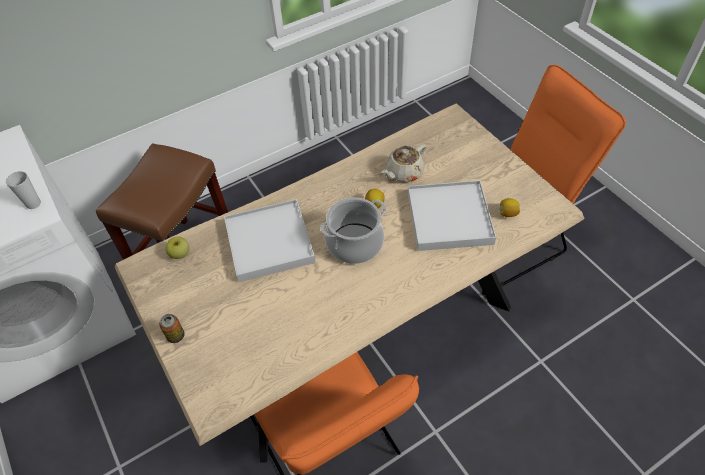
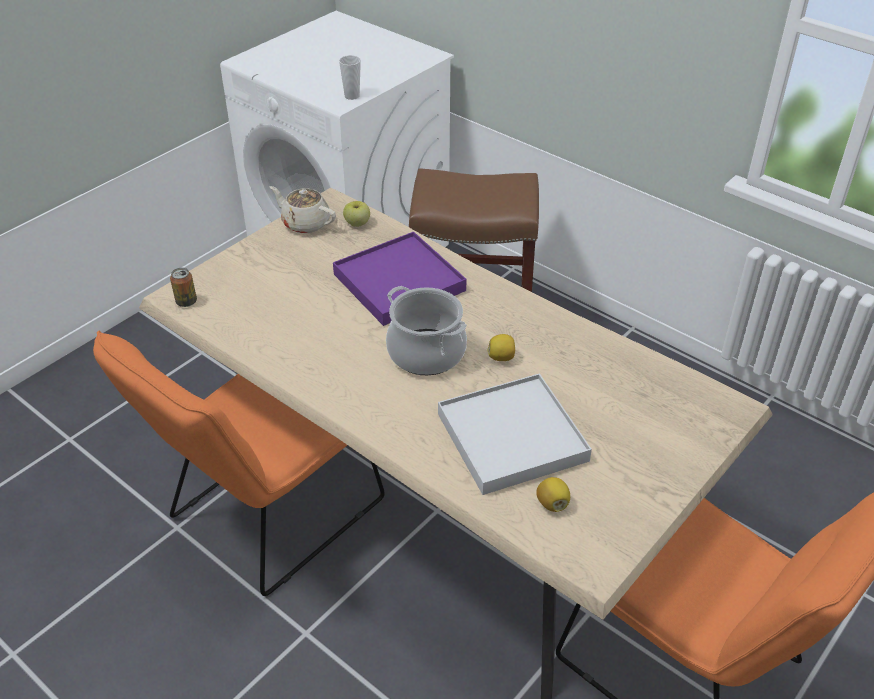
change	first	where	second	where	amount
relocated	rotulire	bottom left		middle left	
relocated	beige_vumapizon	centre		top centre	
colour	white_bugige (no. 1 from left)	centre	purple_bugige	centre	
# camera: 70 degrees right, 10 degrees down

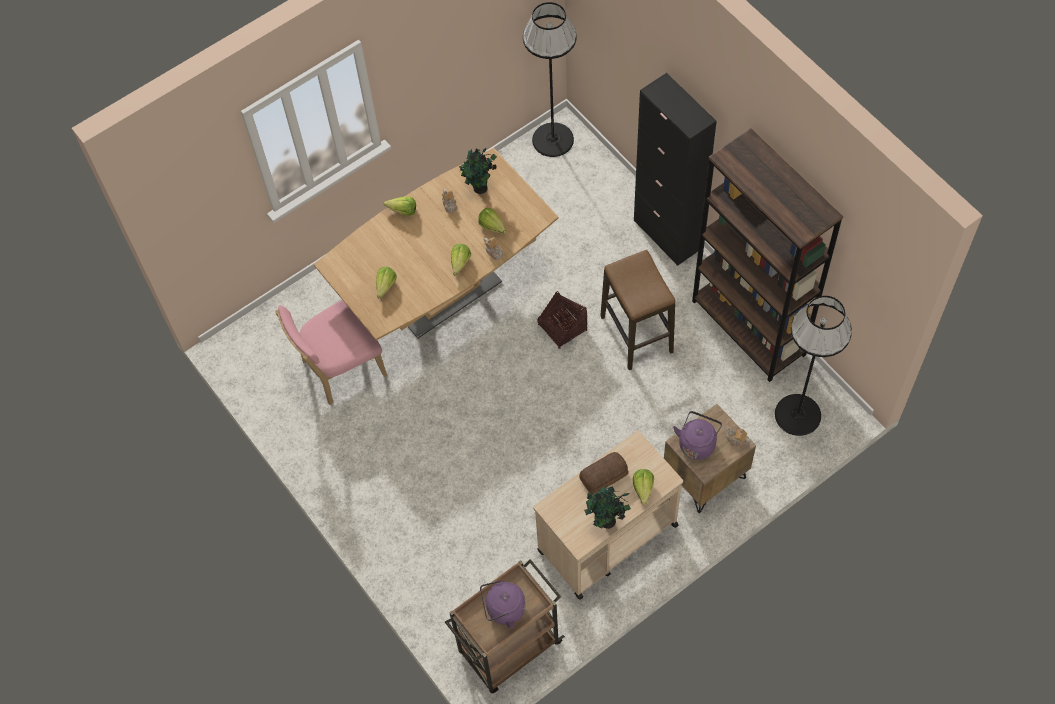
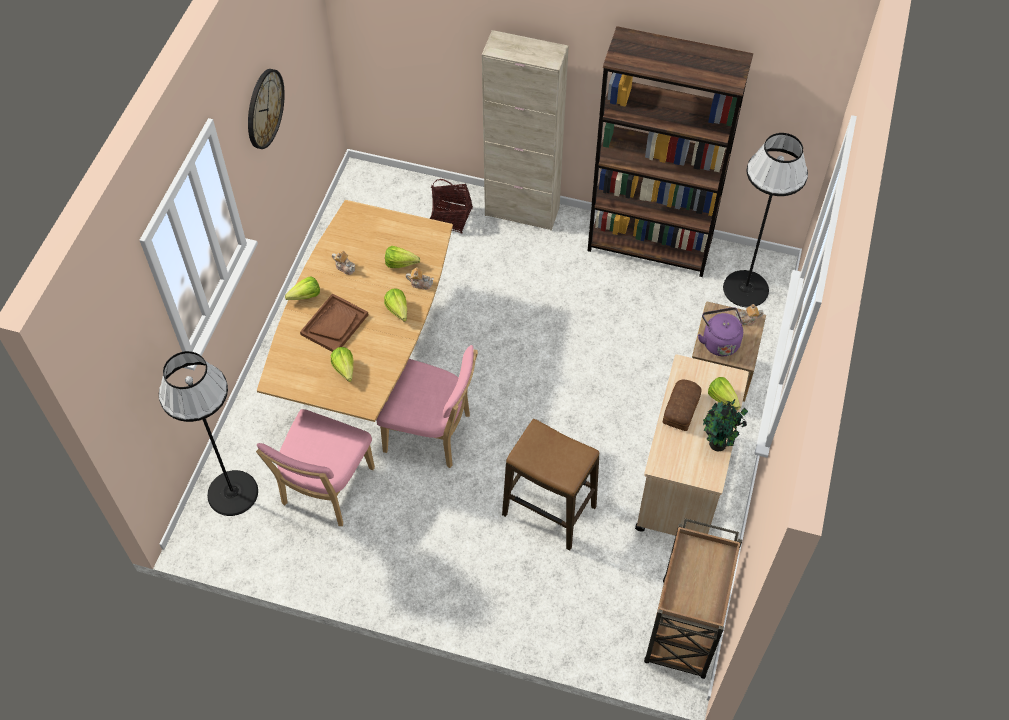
change	first	where	second	where	amount
relocated	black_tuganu (no. 1 from left)	top centre		middle left	
appeared			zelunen	top left	
appeared			brown_bugige	middle left	
appeared			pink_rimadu (no. 2 from left)	centre	
relocated	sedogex	centre		top centre	
colour	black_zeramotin	top centre	beige_zeramotin	top centre	
relocated	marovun	centre		bottom centre	
missing	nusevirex (no. 1 from left)	top centre			
missing	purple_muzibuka (no. 1 from left)	bottom centre			
# camera: 40 degrees left, 5 degrees down

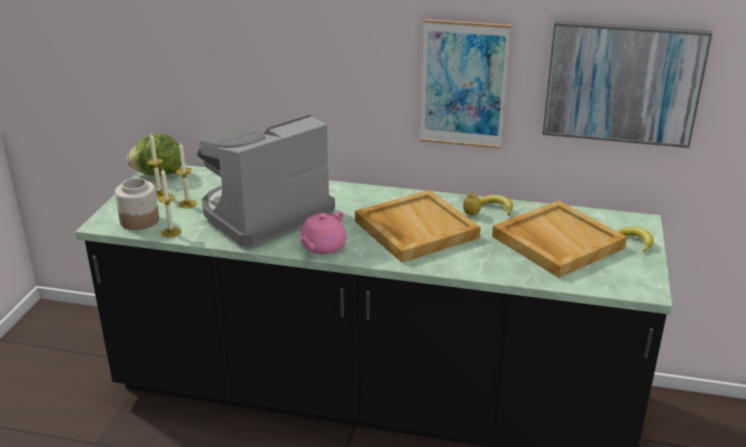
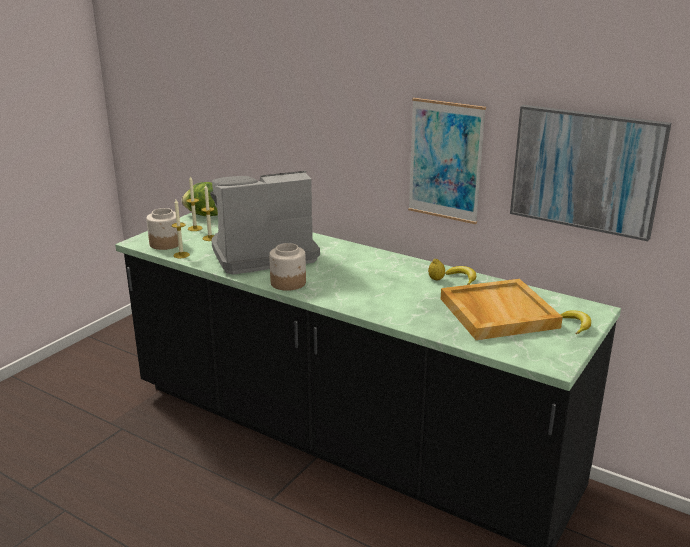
change	first	where	second	where	amount
exchanged	pink_vumapizon	centre	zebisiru (no. 2 from left)	centre	
missing	beige_bugige (no. 1 from left)	centre			
# camera: 20 degrees right, 5 degrees down

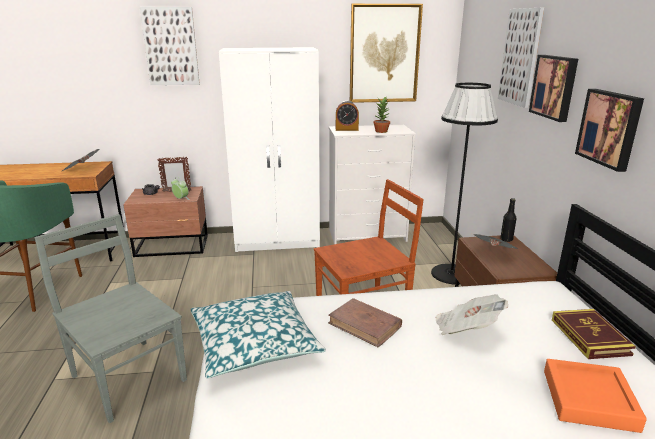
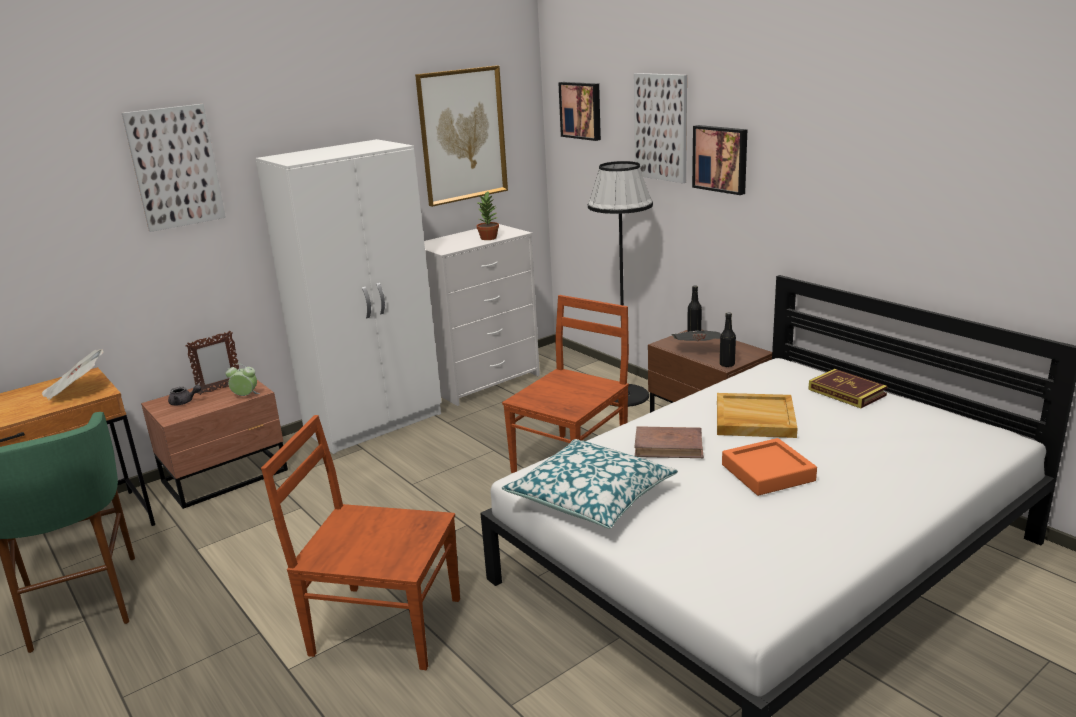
change	first	where	second	where	amount
colour	grey_rimadu	bottom left	brown_rimadu (no. 1 from left)	bottom centre	
relocated	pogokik (no. 5 from left in the first image)	top right	pogokik (no. 3 from left)	top centre	
exchanged	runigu (no. 2 from left)	bottom right	beige_bugige	middle right	
appeared			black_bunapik (no. 2 from left)	middle right	
relocated	orange_bugige	bottom right		middle right	
missing	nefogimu (no. 2 from left)	top centre			
# camera: 30 degrees left, 0 degrees up

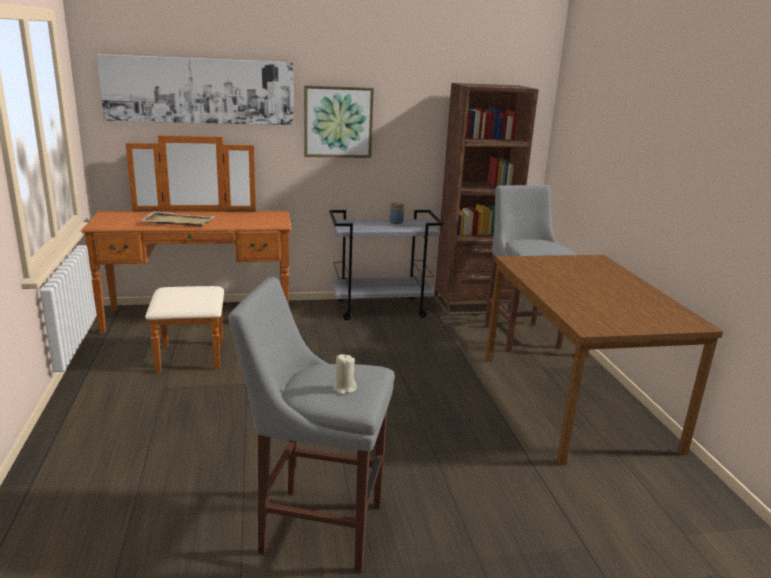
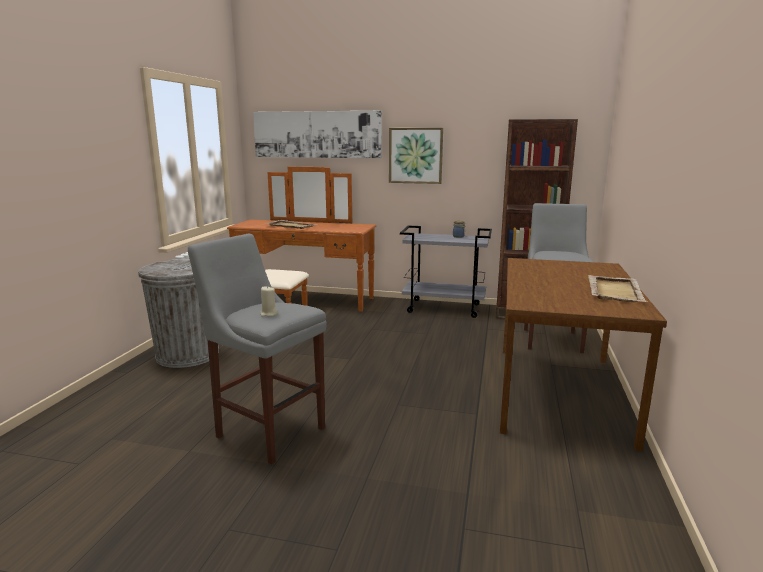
change	first	where	second	where	amount
appeared			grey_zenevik	middle left	
appeared			beige_bugige (no. 2 from left)	middle right	
# camera: 25 degrees right, 5 degrees down

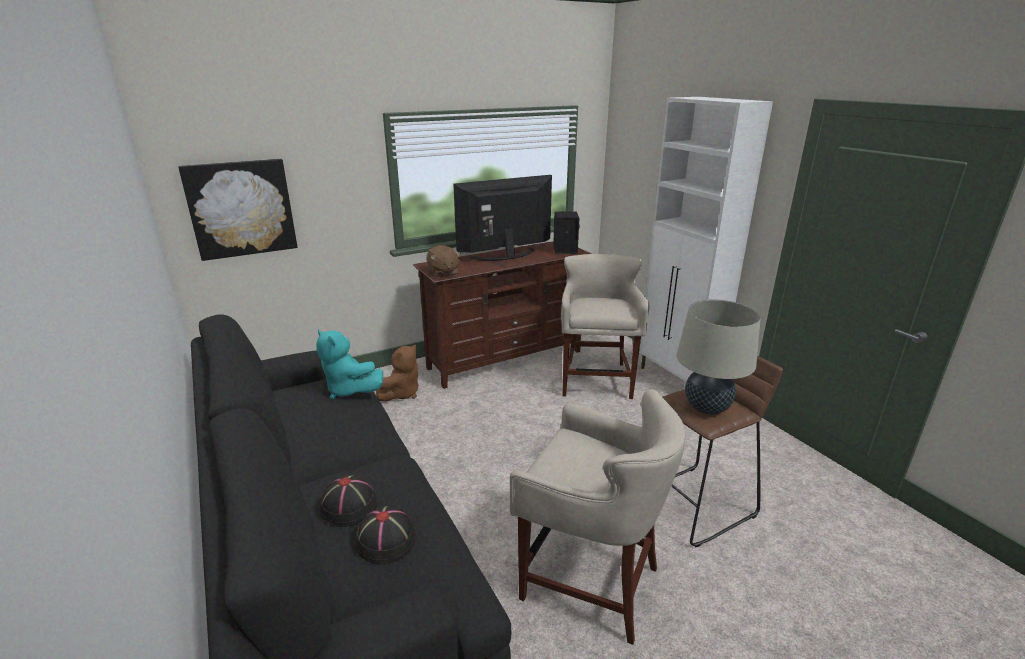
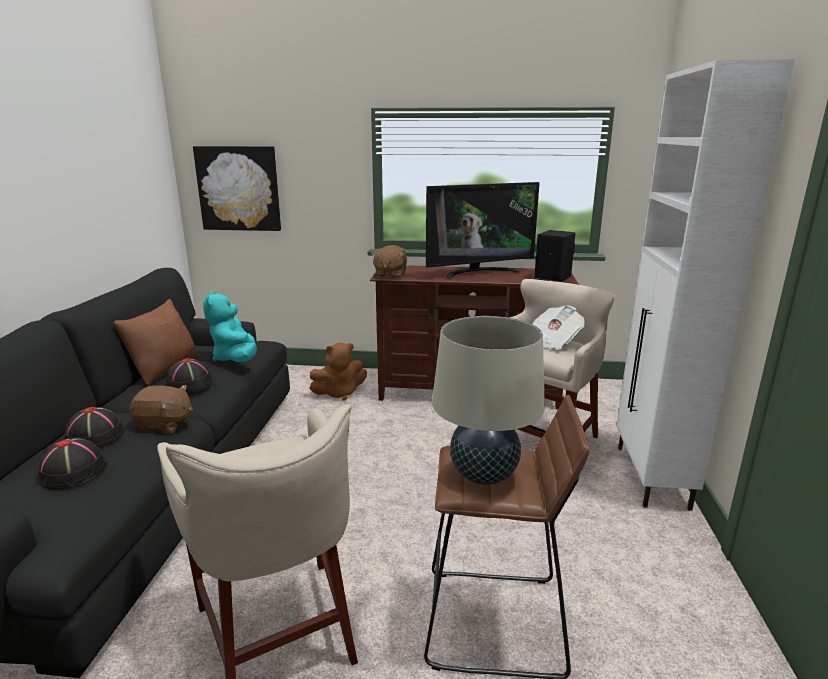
change	first	where	second	where	amount
appeared			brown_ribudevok	middle left	
appeared			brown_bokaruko (no. 1 from left)	middle left	
appeared			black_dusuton (no. 3 from left)	middle left	
spun	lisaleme	top centre		centre	150 degrees clockwise
appeared			runigu	middle right	
# camera: 35 degrees right, 5 degrees down

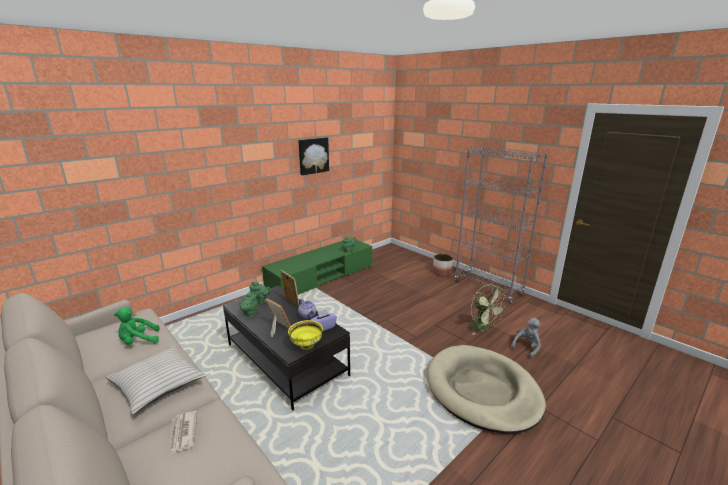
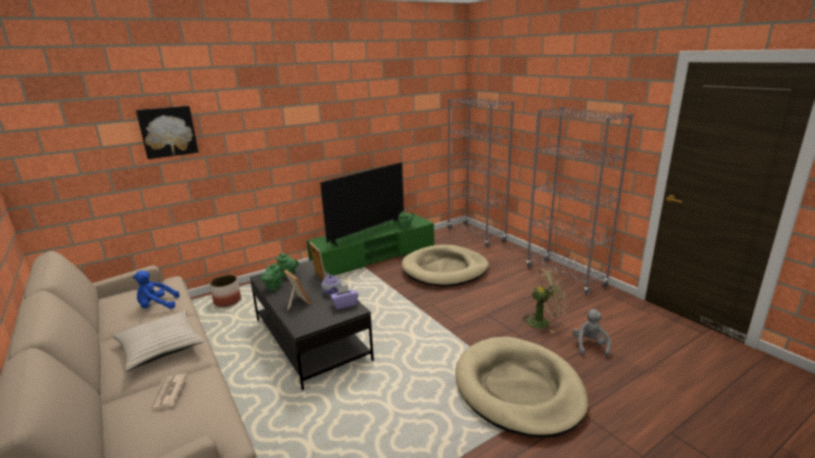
change	first	where	second	where	amount
colour	green_bokaruko	bottom left	blue_bokaruko	middle left	
relocated	pogokik	top centre		top left	
relocated	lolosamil	centre		middle left	
appeared			lisaleme	centre	
appeared			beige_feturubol (no. 1 from left)	centre	
appeared			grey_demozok (no. 1 from left)	centre	
spun	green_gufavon	middle right		centre	75 degrees counterclockwise
spun	grey_bokaruko	bottom right		bottom right	45 degrees counterclockwise
missing	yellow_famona	bottom centre			
# camera: 10 degrees right, 0 degrees up

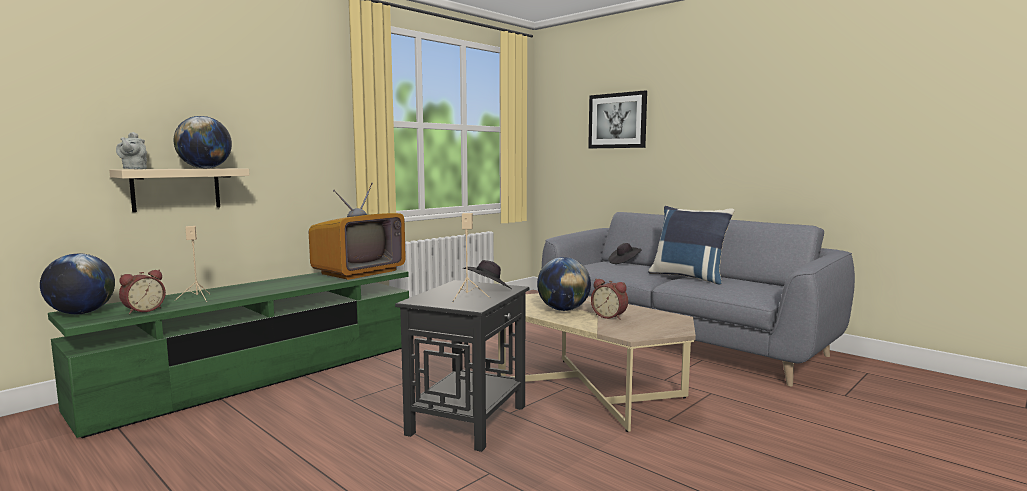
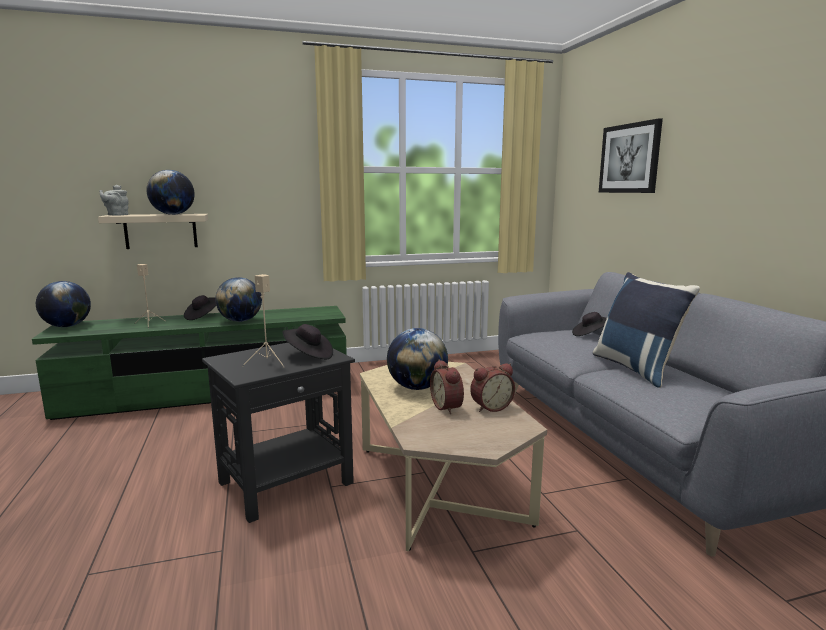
change	first	where	second	where	amount
appeared			black_dusuton (no. 1 from left)	middle left	
appeared			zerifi (no. 3 from left)	middle left	
relocated	nefogimu (no. 1 from left in the first image)	middle left	nefogimu (no. 2 from left)	centre	
missing	lisaleme	centre			
# camera: 30 degrees right, 5 degrees up

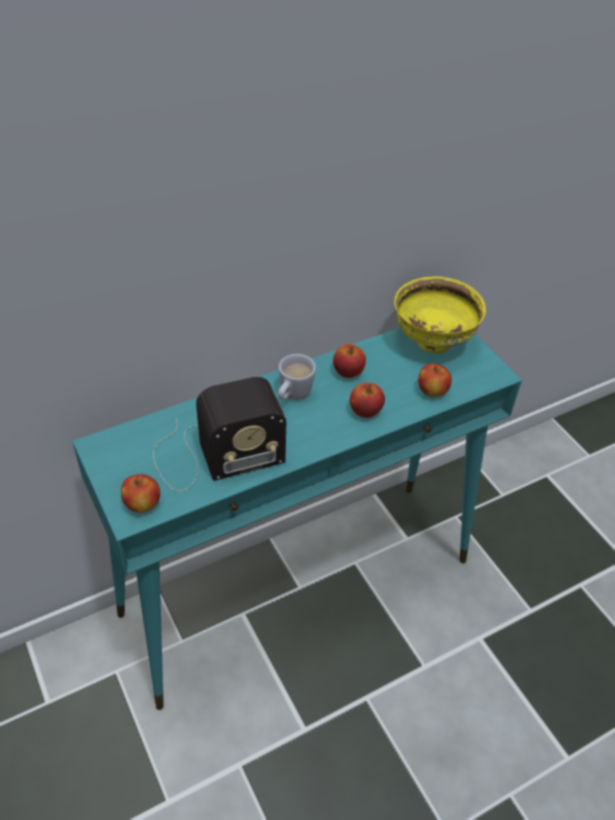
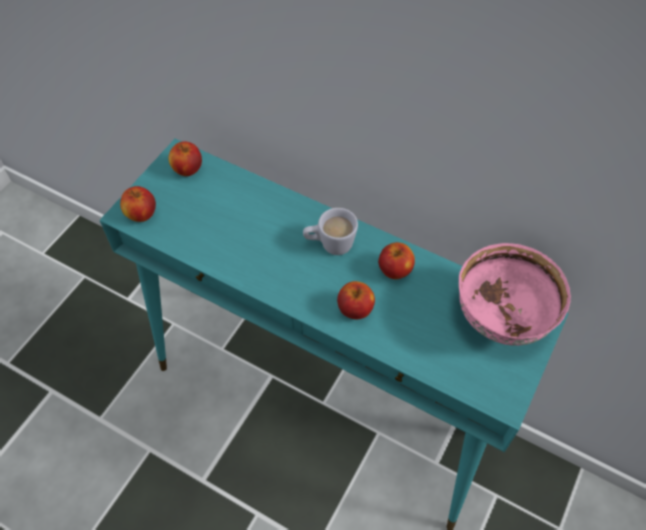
change	first	where	second	where	amount
relocated	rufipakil (no. 4 from left in the first image)	middle right	rufipakil (no. 2 from left)	top left	
colour	yellow_famona	middle right	pink_famona	middle right	
missing	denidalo	centre			
# camera: 60 degrees right, 10 degrees up

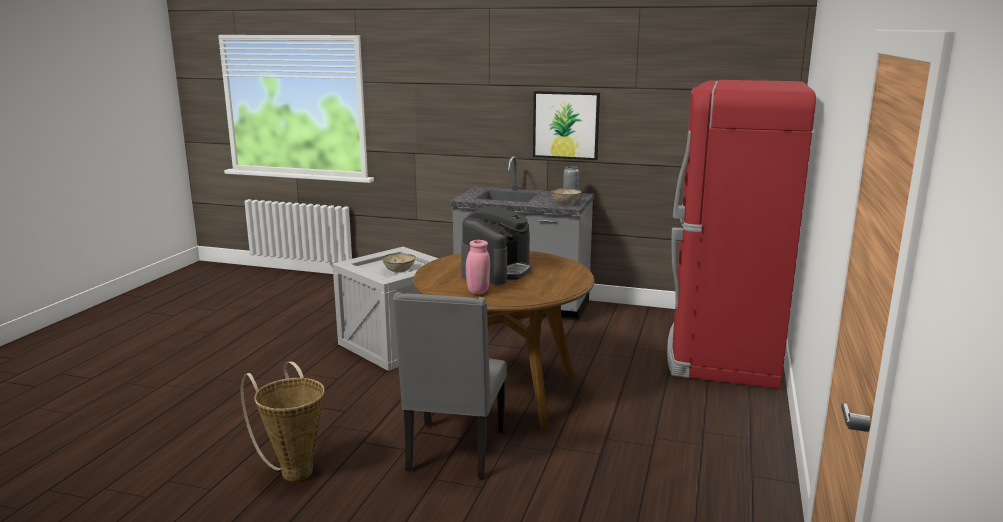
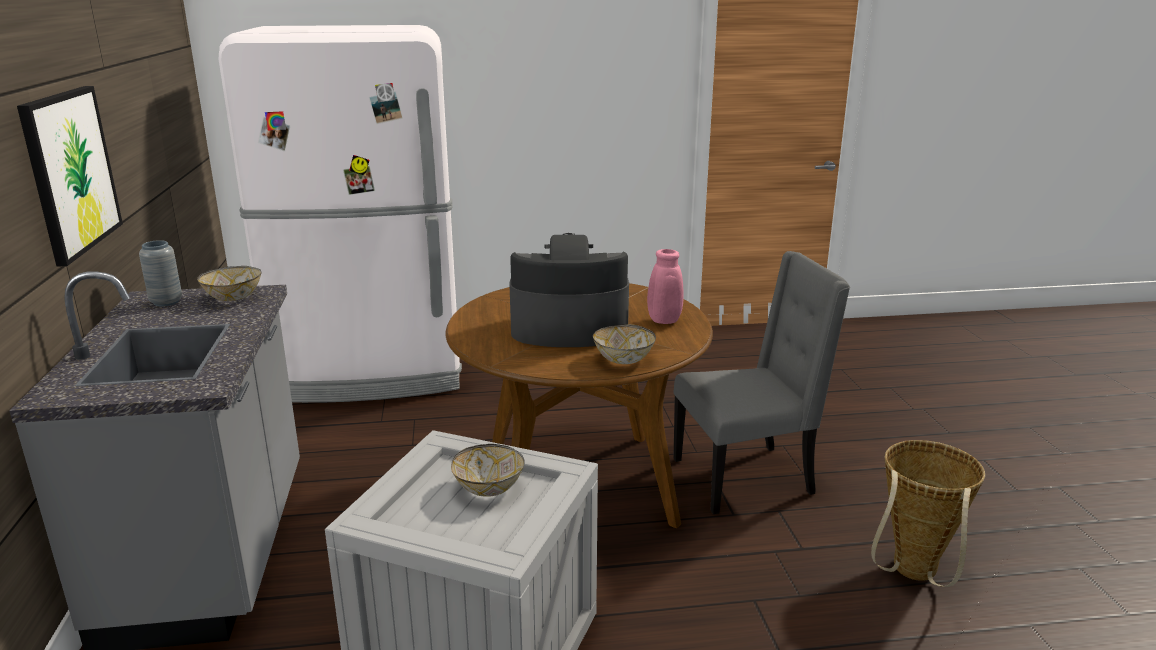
change	first	where	second	where	amount
colour	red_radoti	middle right	white_radoti	top left	
appeared			famona (no. 3 from left)	centre	
# camera: 115 degrees left, 5 degrees up

